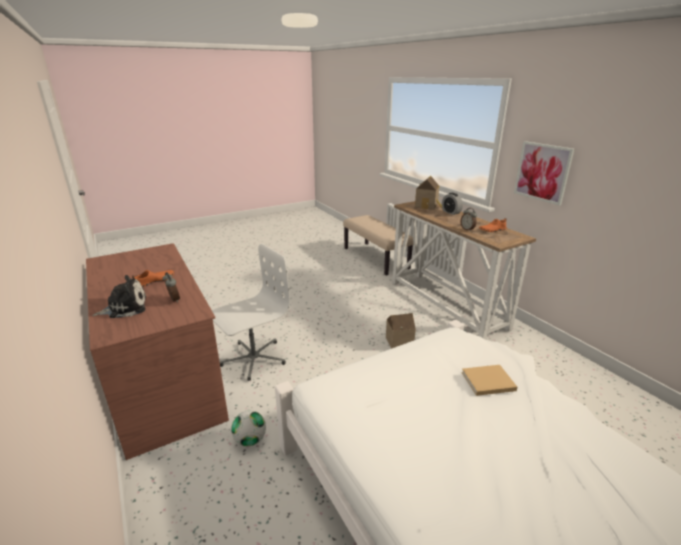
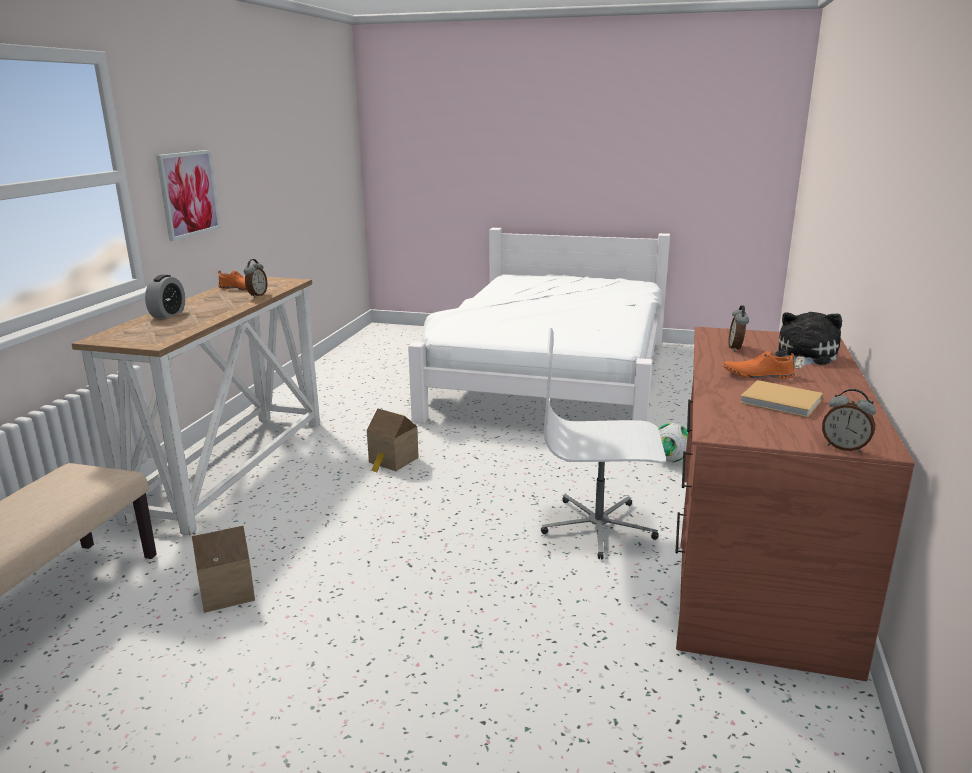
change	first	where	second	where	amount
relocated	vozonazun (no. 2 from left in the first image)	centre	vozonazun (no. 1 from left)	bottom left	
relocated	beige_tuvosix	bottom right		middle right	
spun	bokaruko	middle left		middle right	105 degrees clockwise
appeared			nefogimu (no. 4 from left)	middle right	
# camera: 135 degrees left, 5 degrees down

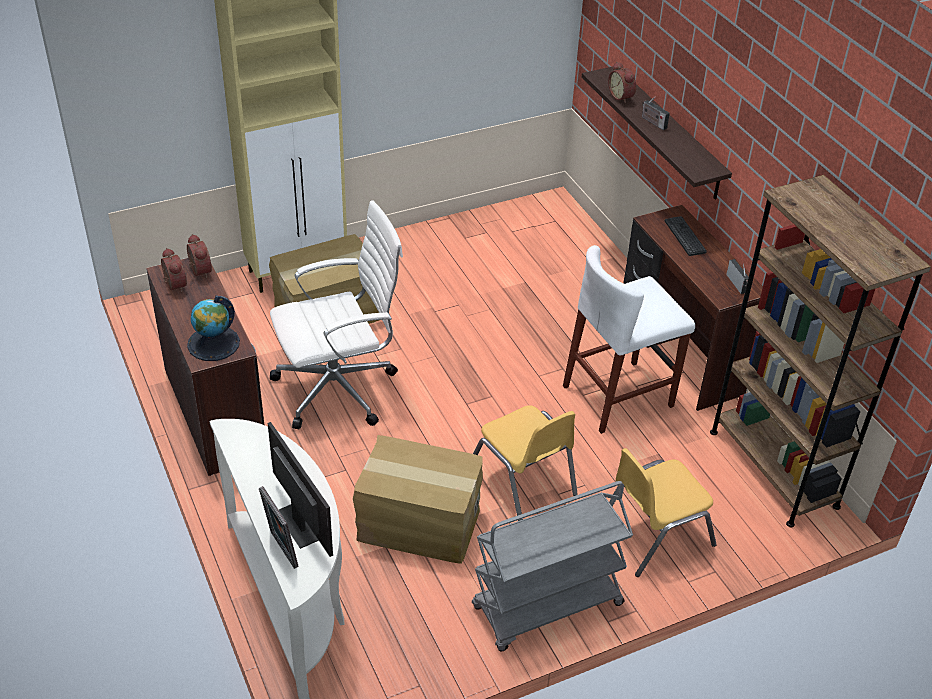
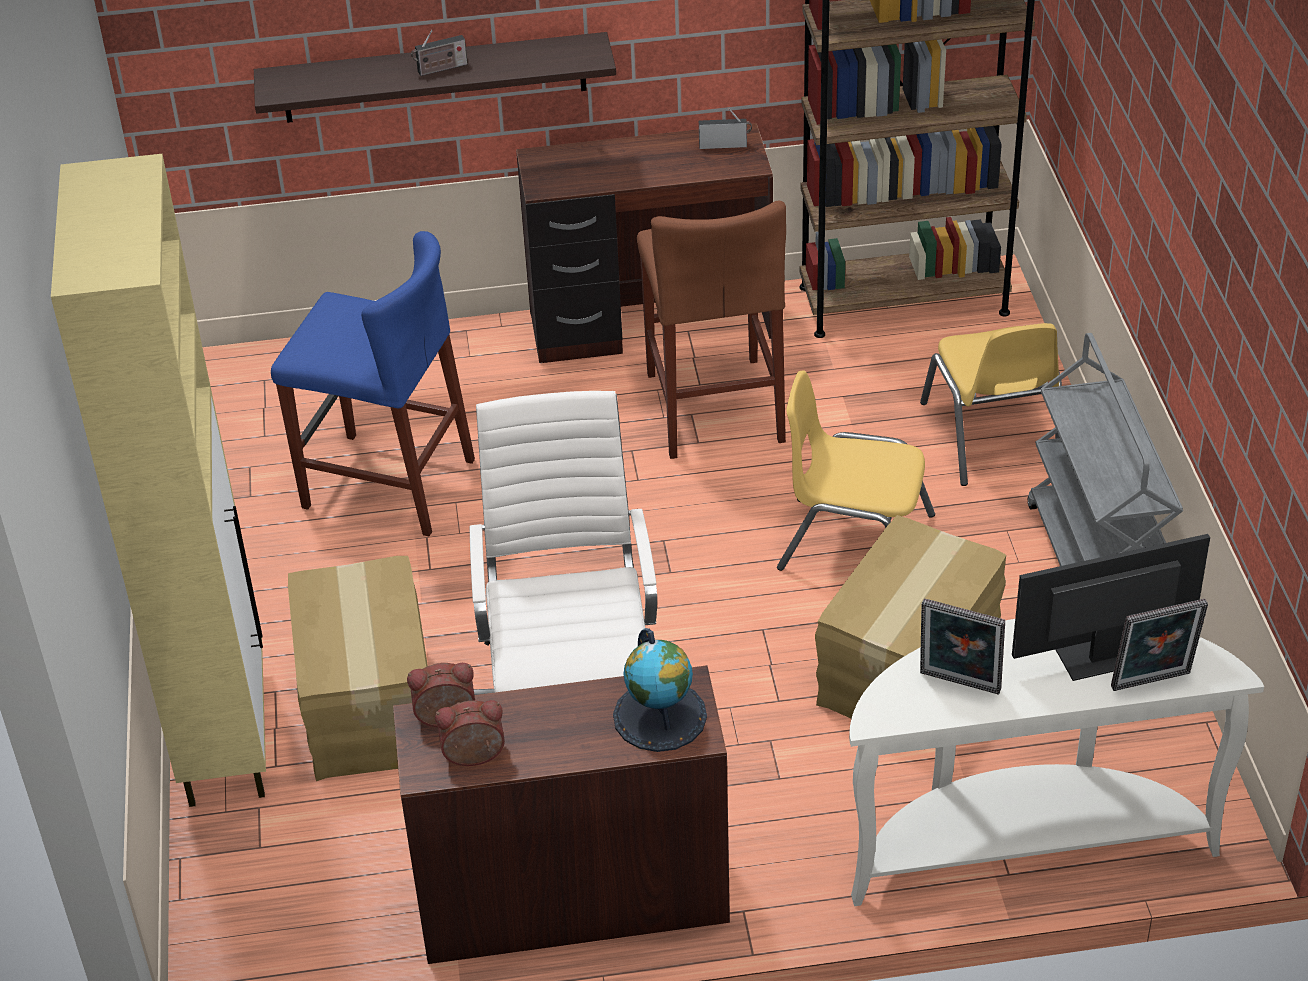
change	first	where	second	where	amount
appeared			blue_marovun	middle left	
colour	white_marovun	middle right	brown_marovun	centre	
spun	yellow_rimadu (no. 1 from left)	centre		centre	150 degrees counterclockwise
appeared			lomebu (no. 1 from left)	middle right	
missing	nefogimu (no. 3 from left)	top right			
missing	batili	middle right			
# camera: 70 degrees left, 0 degrees up

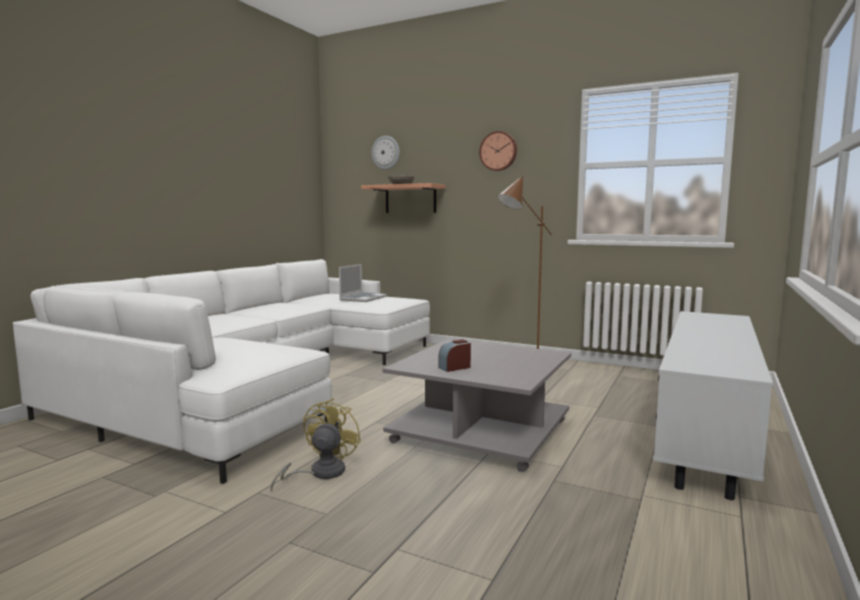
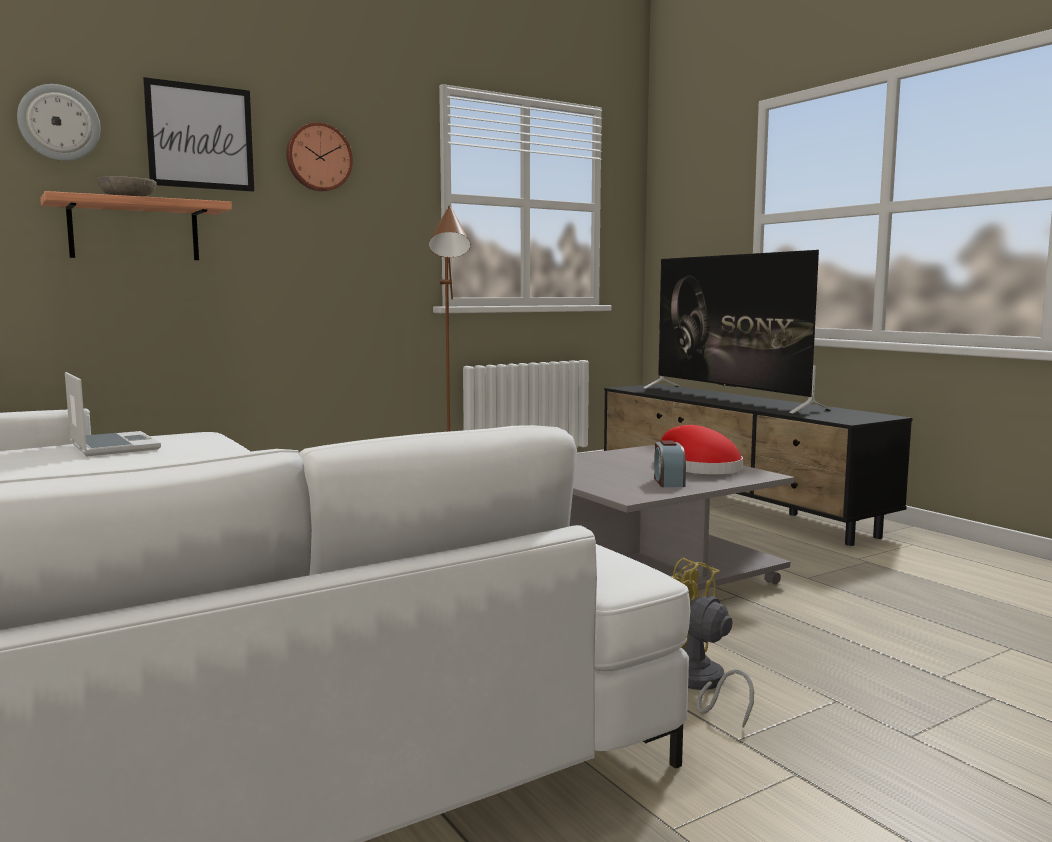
change	first	where	second	where	amount
appeared			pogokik	top left	
colour	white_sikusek	bottom right	black_sikusek	middle right	
appeared			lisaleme	middle right	
appeared			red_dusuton	centre	
# camera: 60 degrees left, 0 degrees up

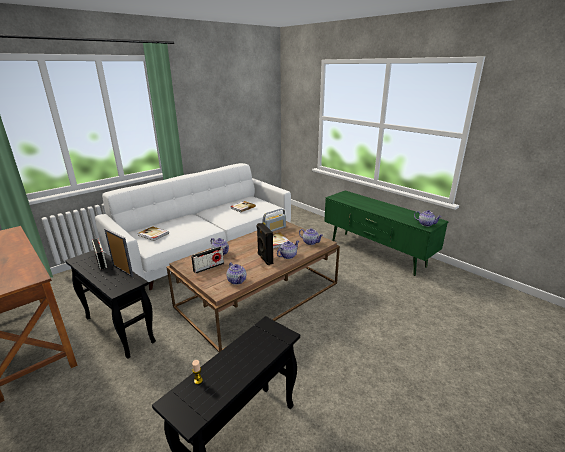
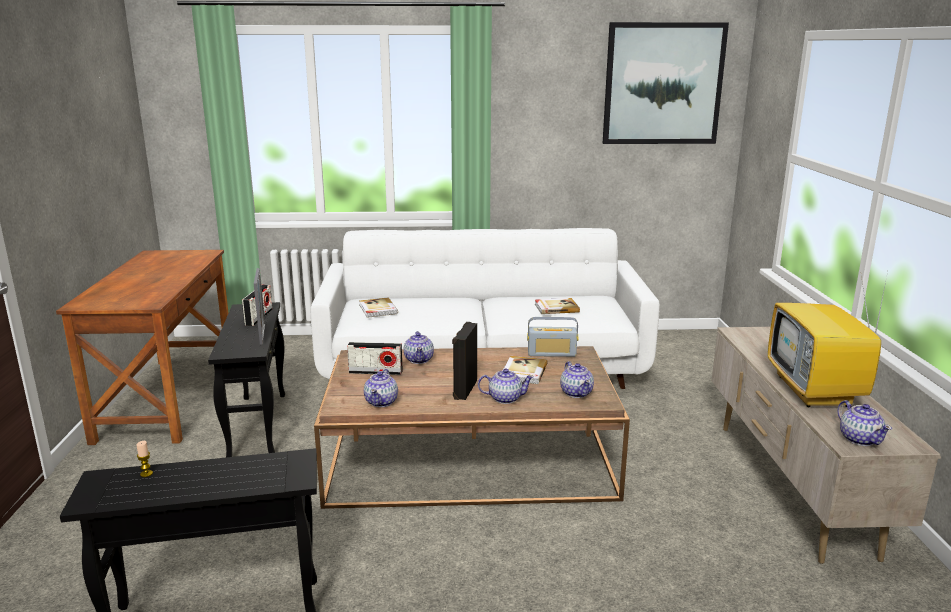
change	first	where	second	where	amount
appeared			pogokik	top right	
colour	green_sikusek	middle right	beige_sikusek	bottom right	
appeared			lisaleme	middle right	
# camera: 40 degrees right, 5 degrees down

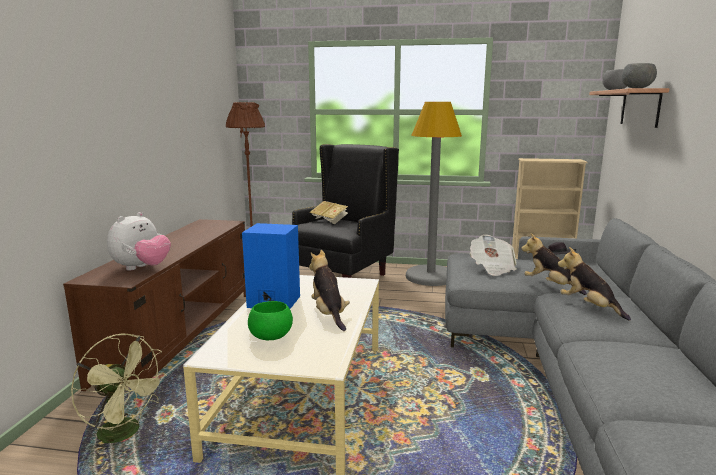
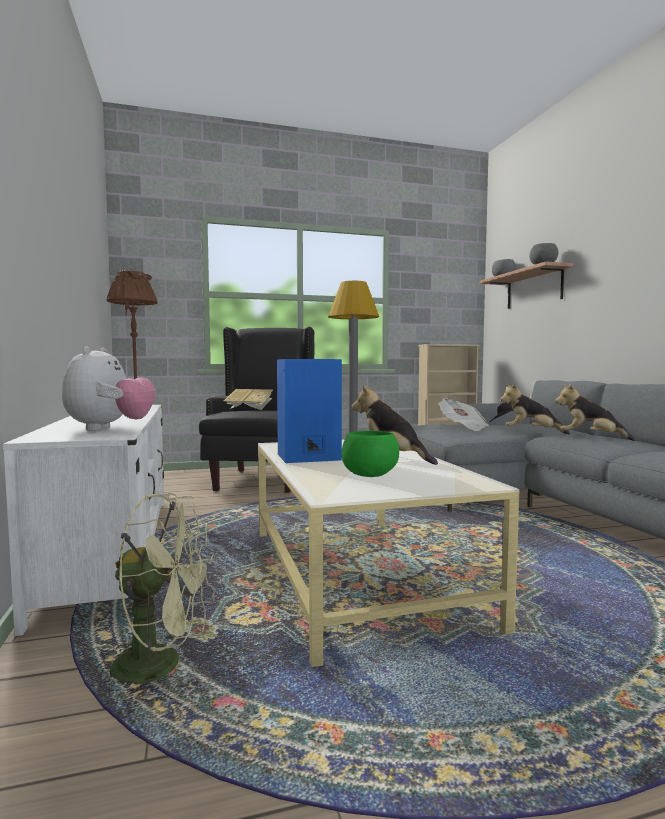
change	first	where	second	where	amount
colour	brown_sikusek	middle left	white_sikusek	middle left	
# camera: 25 degrees left, 10 degrees down

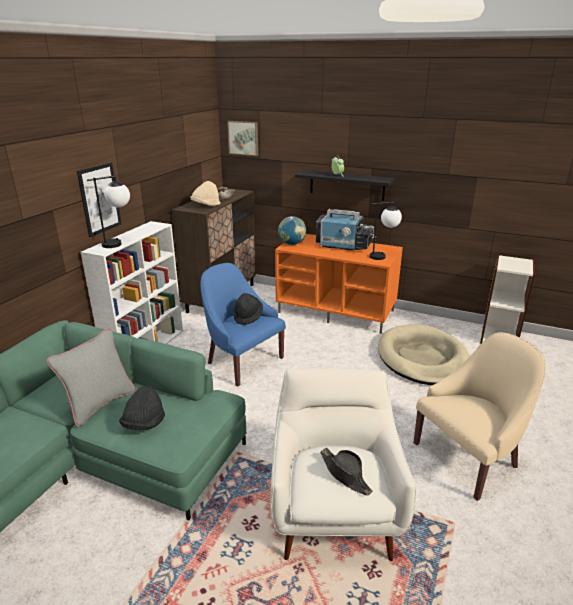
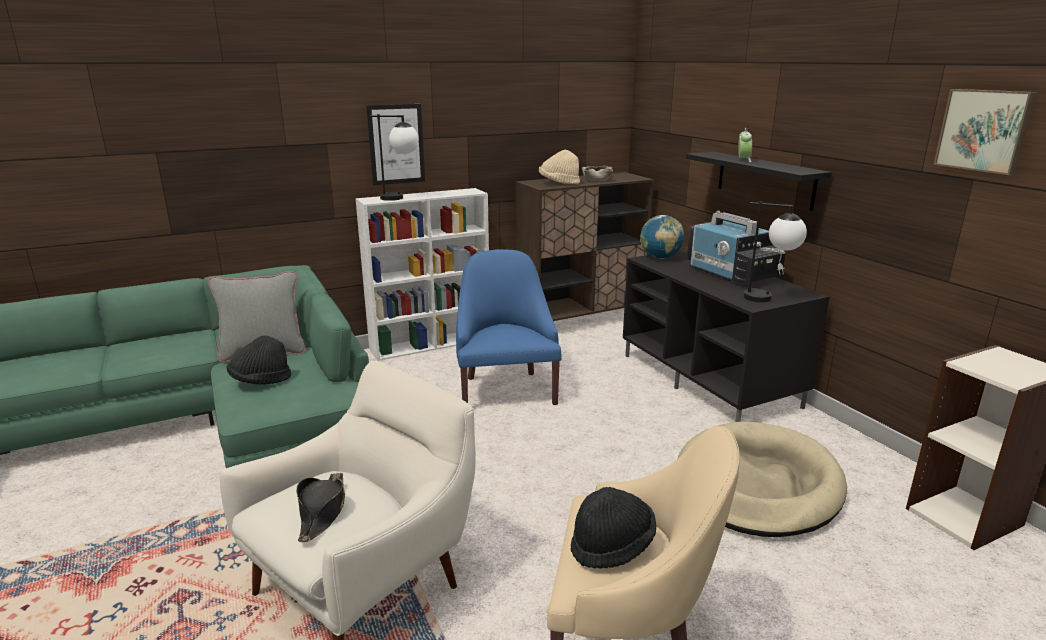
change	first	where	second	where	amount
relocated	black_dusuton (no. 2 from left in the first image)	centre	black_dusuton (no. 3 from left)	bottom centre	
colour	orange_sikusek	centre	black_sikusek	middle right	
relocated	pogokik (no. 2 from left)	top centre		top right	
# camera: 40 degrees right, 5 degrees down

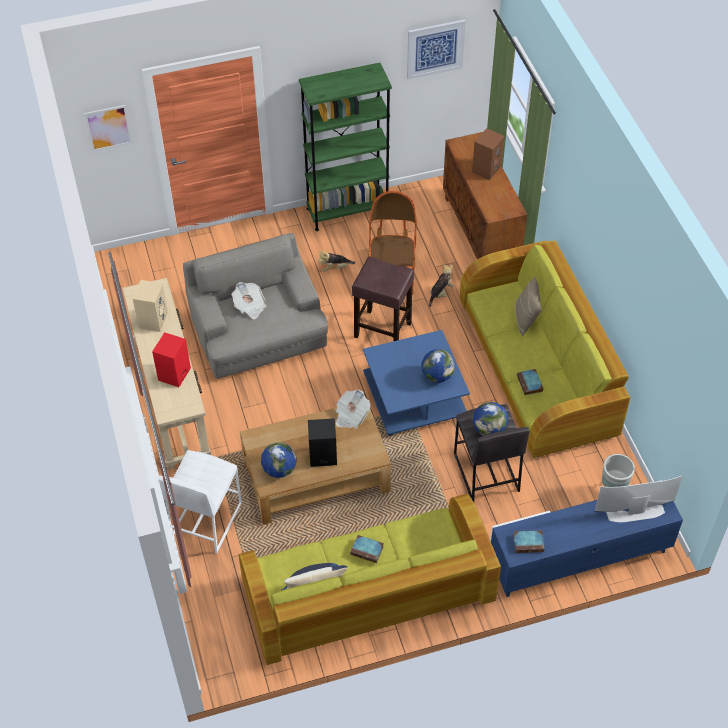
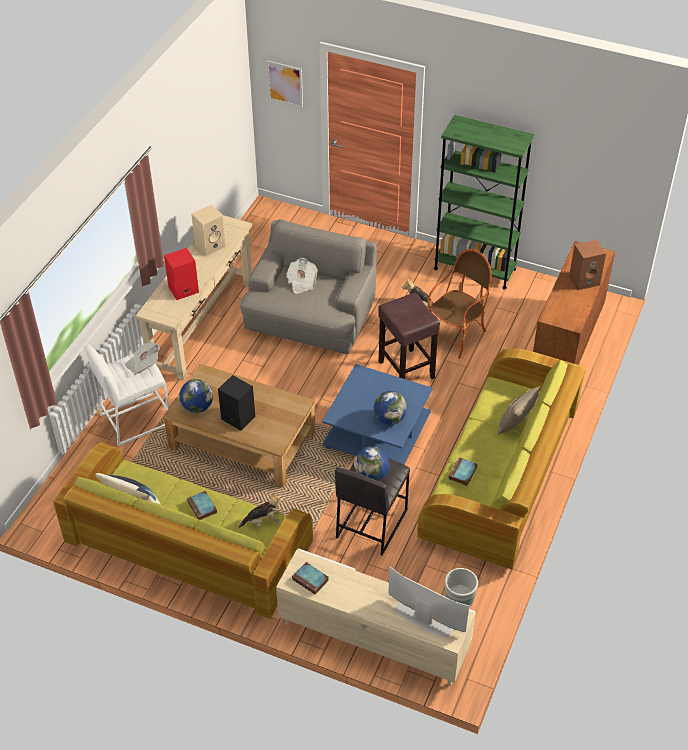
change	first	where	second	where	amount
relocated	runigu (no. 2 from left in the first image)	centre	runigu (no. 1 from left)	middle left	
relocated	bokaruko (no. 2 from left in the first image)	centre	bokaruko (no. 1 from left)	bottom centre	
colour	blue_sikusek	bottom right	beige_sikusek	bottom centre	
missing	pogokik (no. 2 from left)	top centre			
# camera: 40 degrees right, 5 degrees down

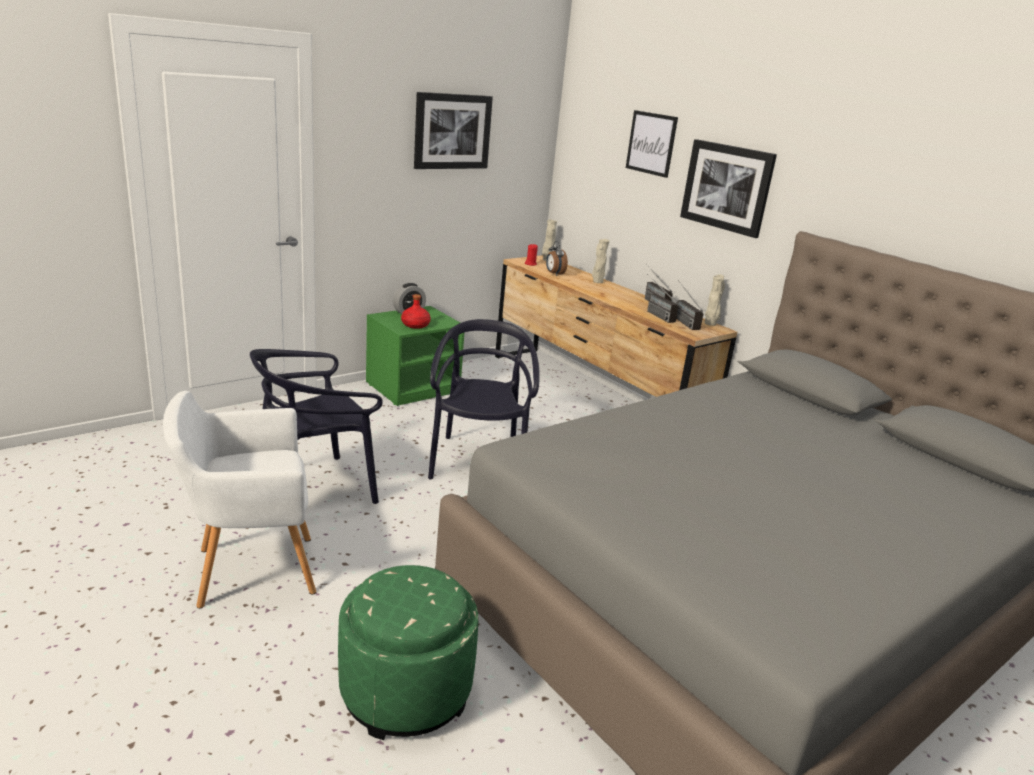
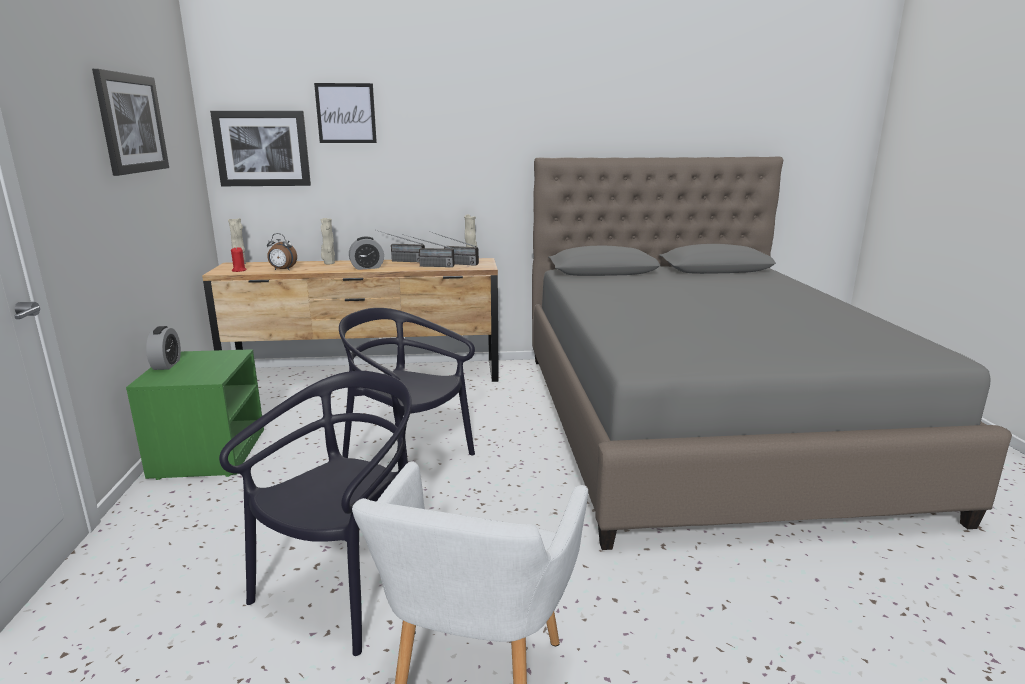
change	first	where	second	where	amount
relocated	pogokik (no. 3 from left in the first image)	top right	pogokik (no. 2 from left)	top left	
spun	black_rimadu (no. 1 from left)	middle left		bottom left	150 degrees counterclockwise
appeared			nefogimu (no. 3 from left)	centre	
missing	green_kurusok	bottom centre			
missing	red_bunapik	centre			
# camera: 55 degrees left, 5 degrees down

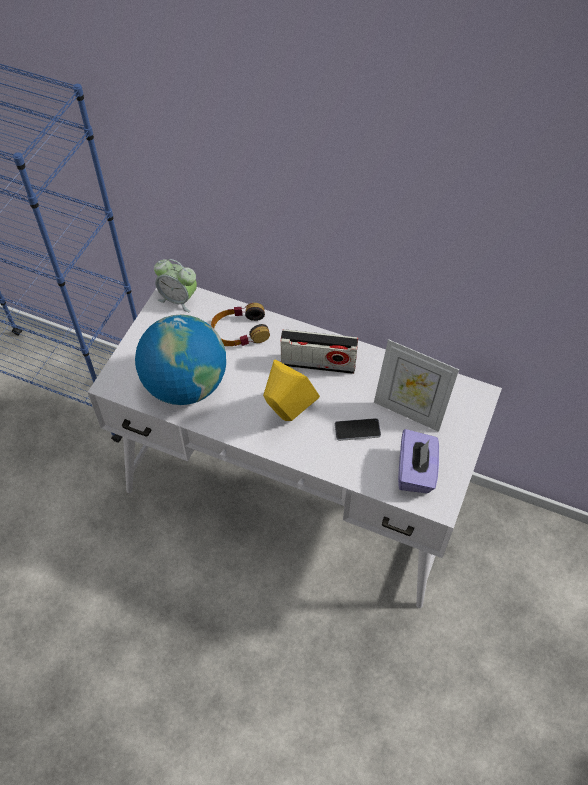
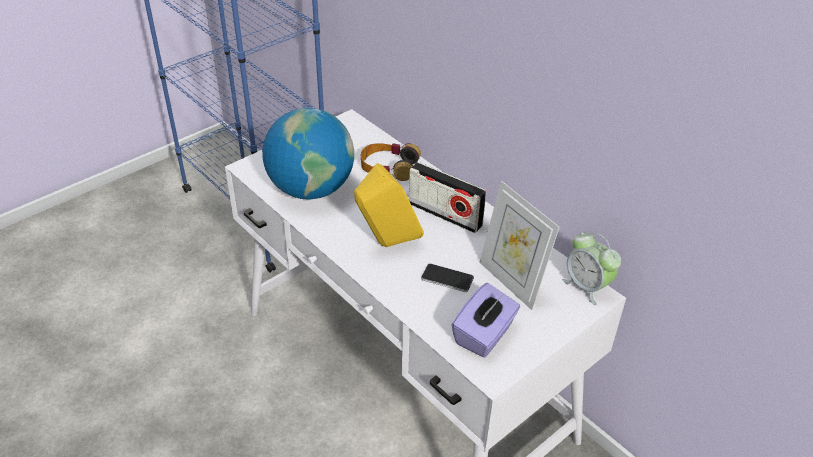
change	first	where	second	where	amount
relocated	nefogimu	middle left		middle right	
# camera: 25 degrees right, 15 degrees down

